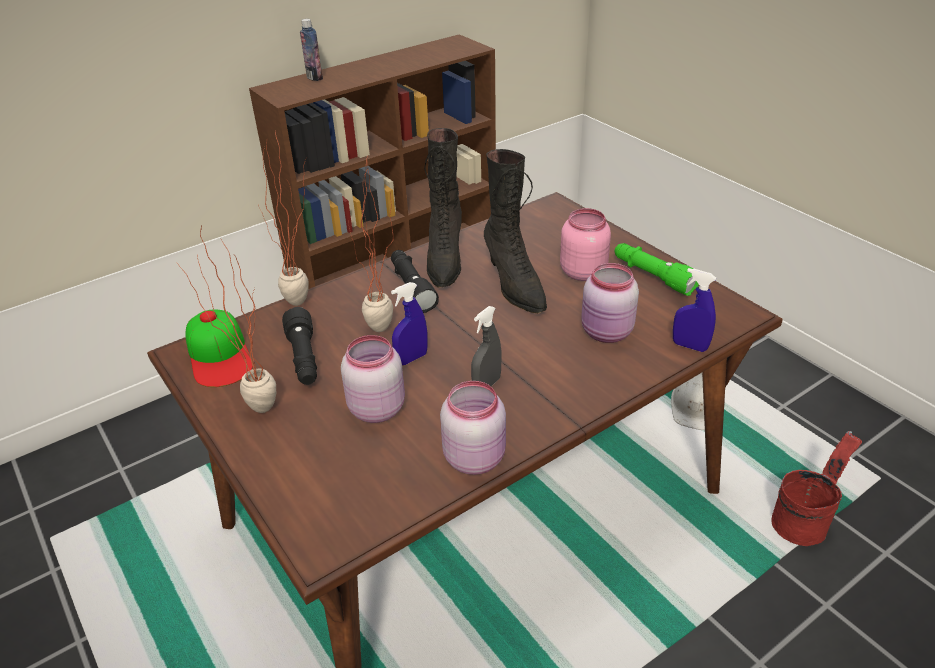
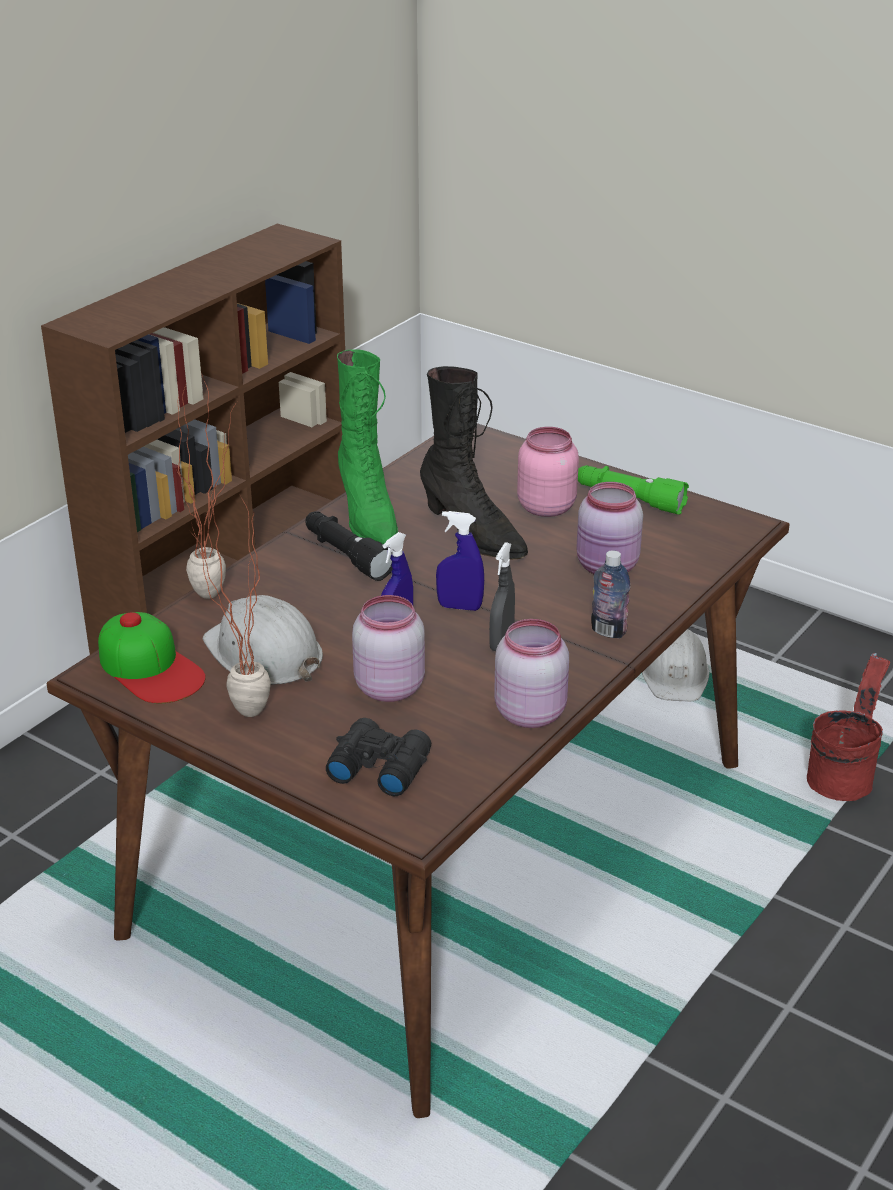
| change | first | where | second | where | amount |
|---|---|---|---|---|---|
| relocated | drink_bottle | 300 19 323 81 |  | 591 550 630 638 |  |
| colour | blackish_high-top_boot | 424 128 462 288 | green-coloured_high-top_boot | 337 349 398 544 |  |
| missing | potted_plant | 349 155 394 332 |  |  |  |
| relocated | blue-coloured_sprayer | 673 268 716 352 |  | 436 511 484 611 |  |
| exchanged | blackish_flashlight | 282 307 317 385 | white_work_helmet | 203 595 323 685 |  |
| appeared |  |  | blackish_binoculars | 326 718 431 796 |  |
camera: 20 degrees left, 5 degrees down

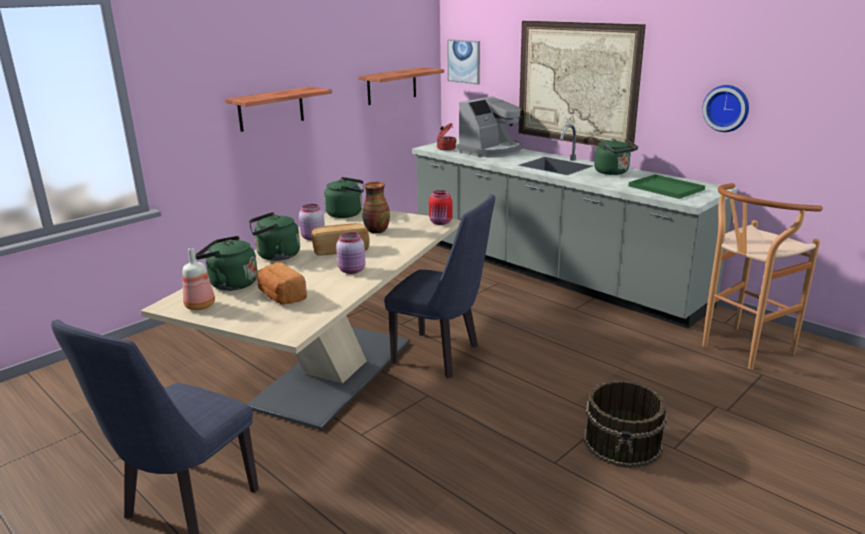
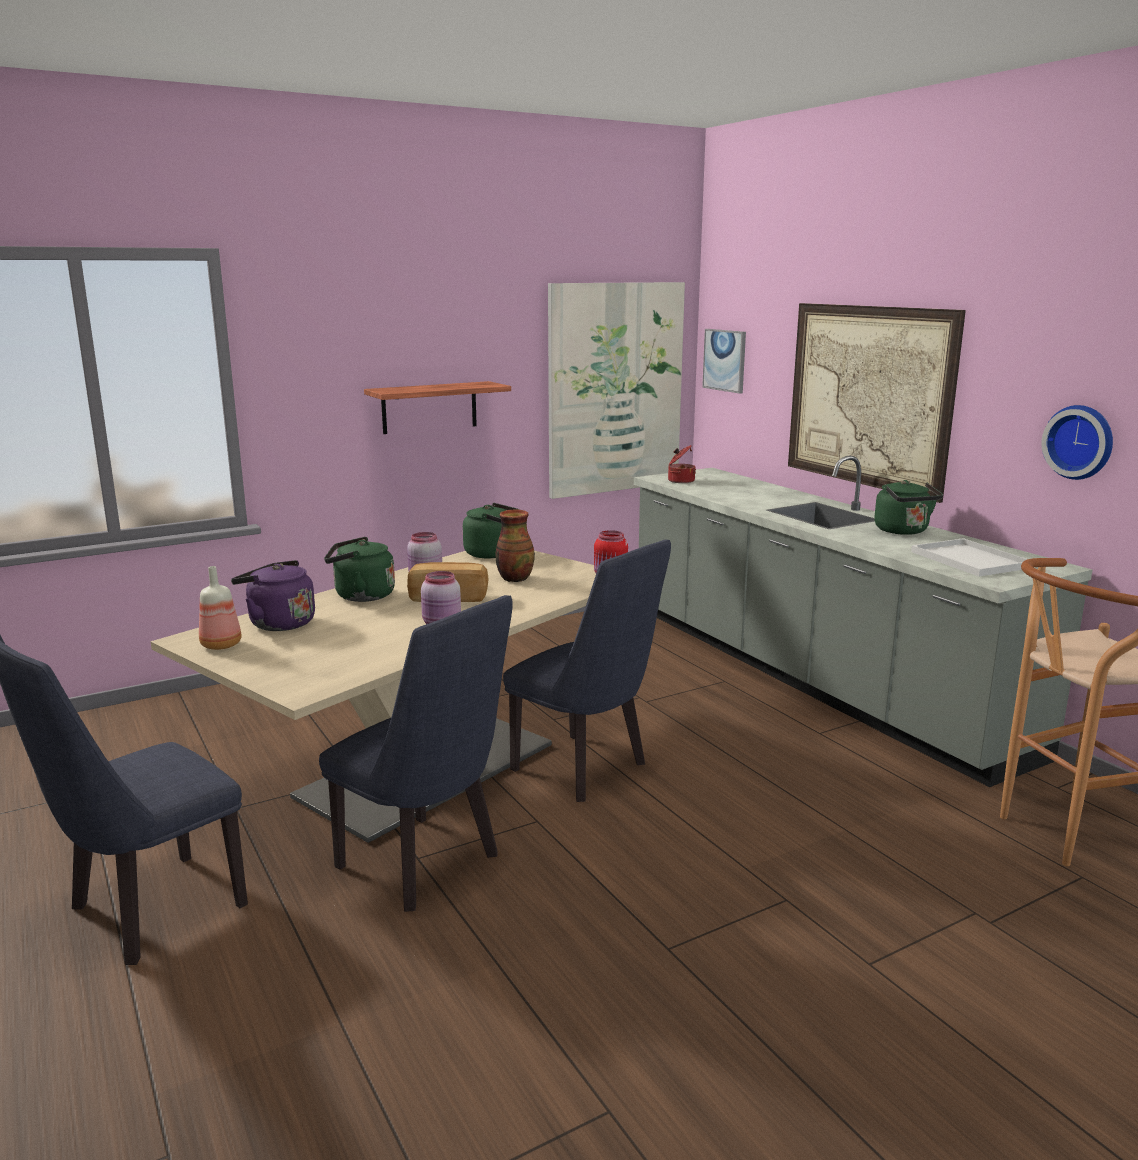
| change | first | where | second | where | amount |
|---|---|---|---|---|---|
| exchanged | wall_shelf | 358 67 444 105 | wall_art | 548 282 685 499 |  |
| missing | coffee_machine | 457 96 523 157 |  |  |  |
| colour | green-coloured_carrying_tray | 629 174 705 199 | white_carrying_tray | 911 538 1027 576 |  |
| colour | green-coloured_tea_kettle | 195 236 258 291 | purple_tea_kettle | 231 560 315 631 |  |
| missing | baked_bread | 256 262 307 304 |  |  |  |
| missing | brown-coloured_water_bucket | 584 380 667 468 |  |  |  |
| appeared |  |  | blue-coloured_upright_chair | 319 595 513 912 |  |
camera: 15 degrees right, 5 degrees down

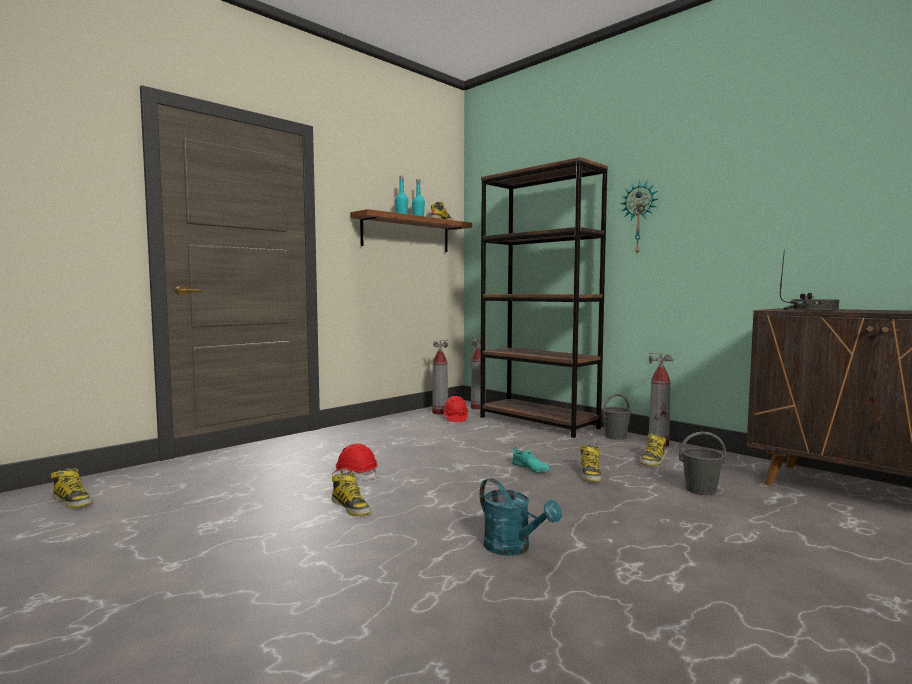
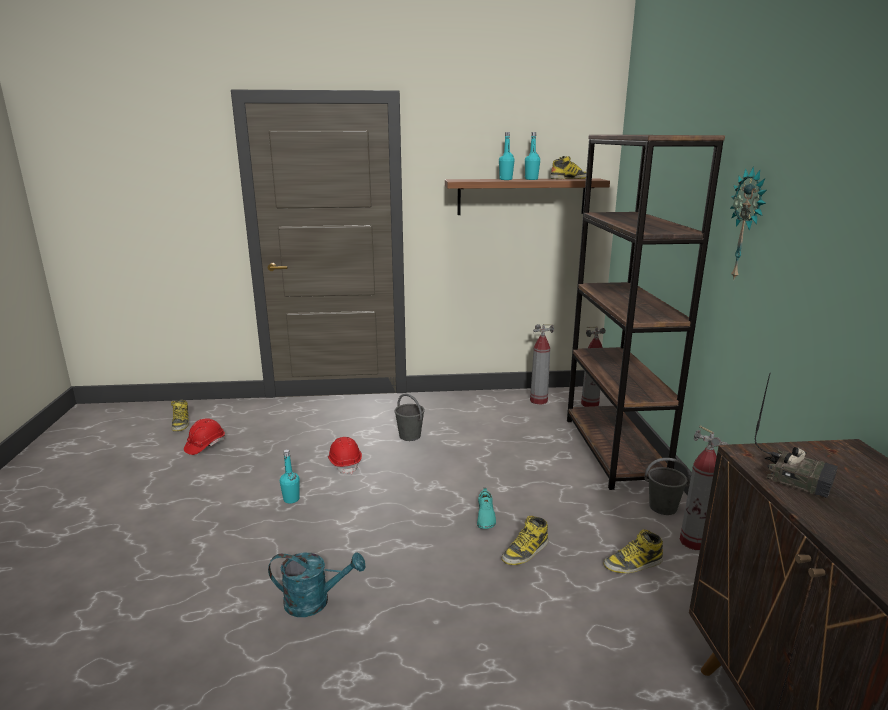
| change | first | where | second | where | amount |
|---|---|---|---|---|---|
| relocated | reddish_work_helmet | 443 396 468 422 |  | 184 418 225 455 |  |
| relocated | greyish_water_bucket | 679 432 726 495 |  | 394 394 425 441 |  |
| exchanged | high-top_boot | 332 472 371 516 | turquoise_drink_bottle | 280 449 300 504 |  |
| spun | turquoise_sprinkling_can | 480 478 562 556 |  | 268 552 365 617 | 90 degrees counterclockwise |
camera: 40 degrees right, 15 degrees up

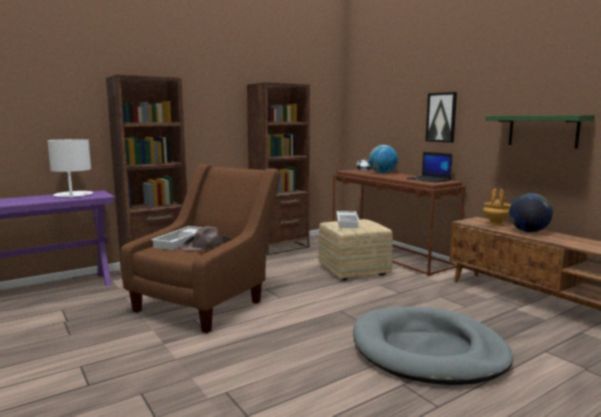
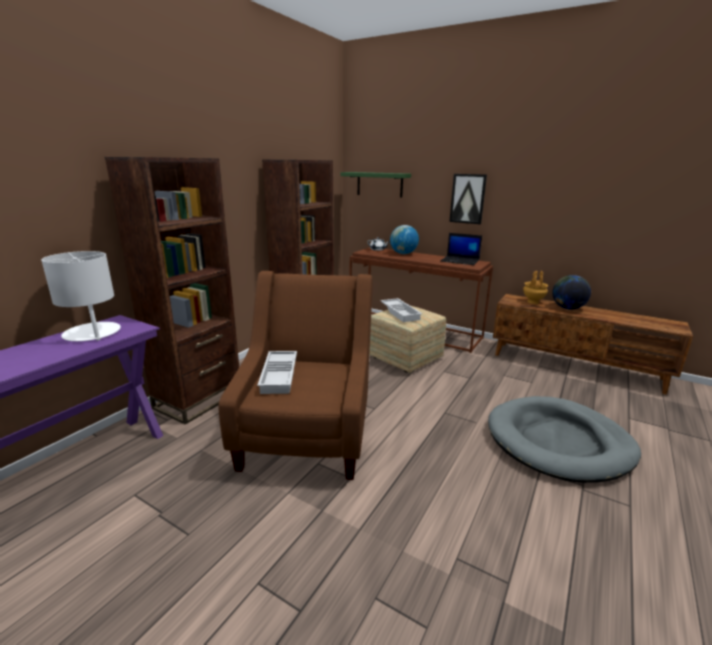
| change | first | where | second | where | amount |
|---|---|---|---|---|---|
| relocated | green-coloured_wall_shelf | 485 115 595 148 |  | 340 172 411 197 |  |
| missing | brown-coloured_clothing_hat | 181 227 231 251 |  |  |  |
camera: 25 degrees left, 10 degrees up

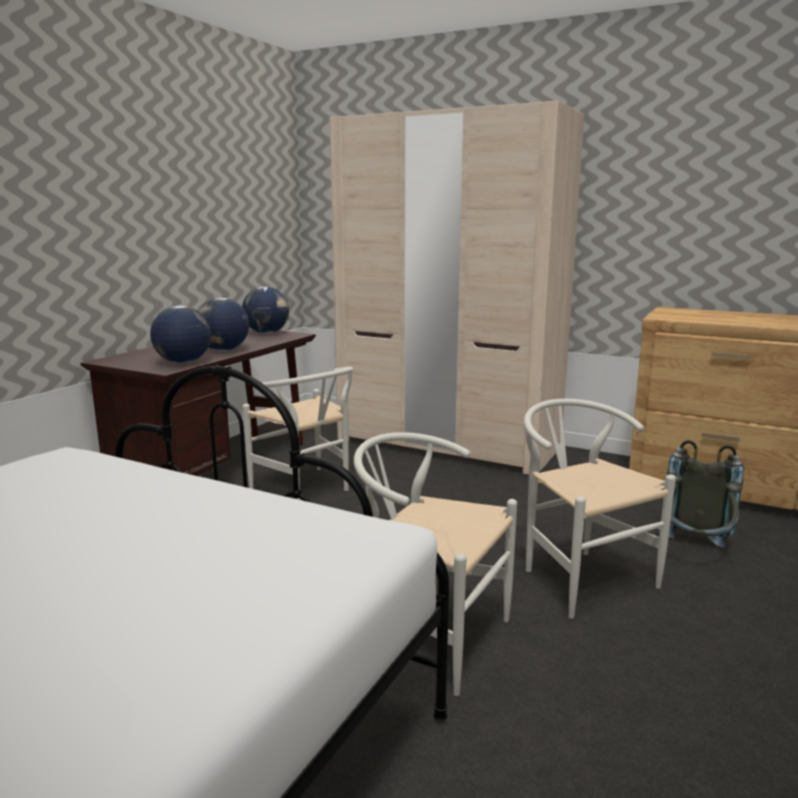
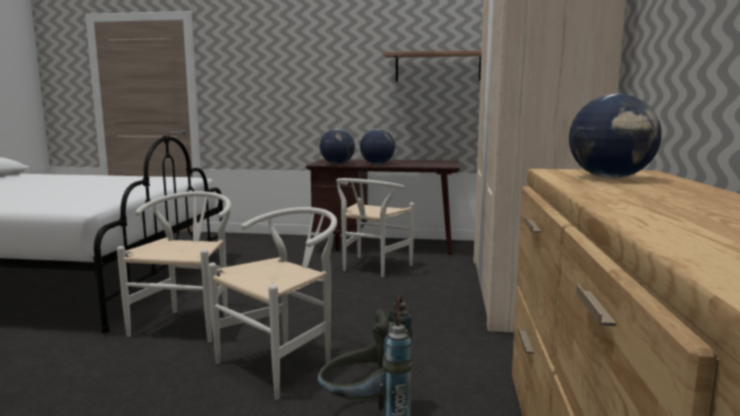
| change | first | where | second | where | amount |
|---|---|---|---|---|---|
| relocated | globe | 242 287 289 334 |  | 569 94 661 179 |  |
| appeared |  |  | wall_shelf | 383 50 481 82 |  |
camera: 70 degrees right, 5 degrees down

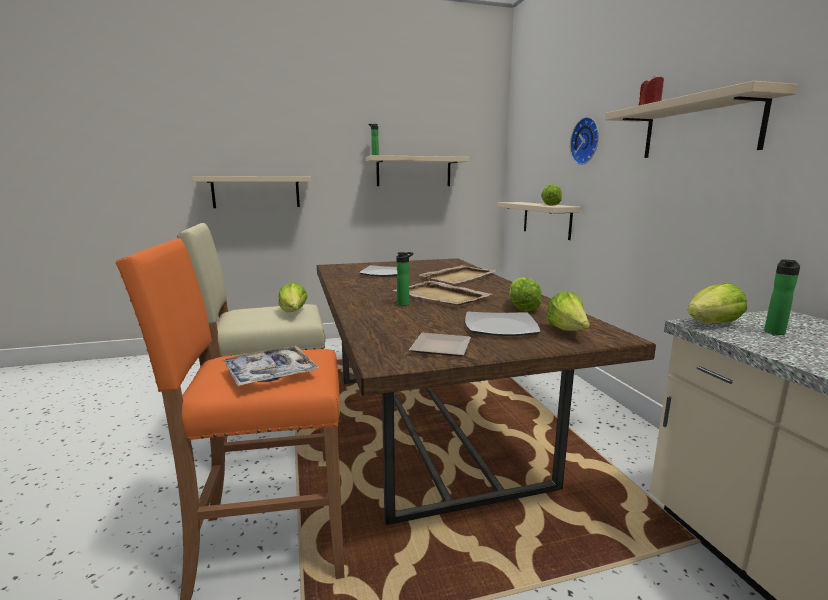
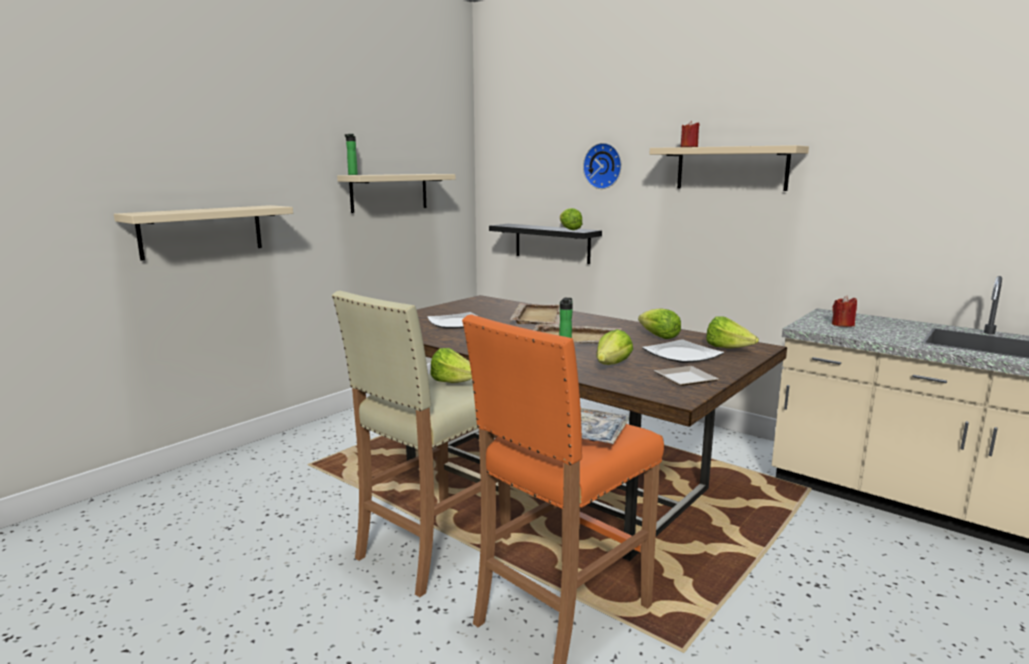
| change | first | where | second | where | amount |
|---|---|---|---|---|---|
| colour | beige_wall_shelf | 497 202 581 240 | blackish_wall_shelf | 489 224 602 264 |  |
| exchanged | drink_bottle | 764 259 800 335 | reddish_wax_light | 832 296 857 327 |  |
| relocated | head_of_lettuce | 688 283 747 323 |  | 597 329 633 365 |  |
camera: 35 degrees left, 0 degrees up

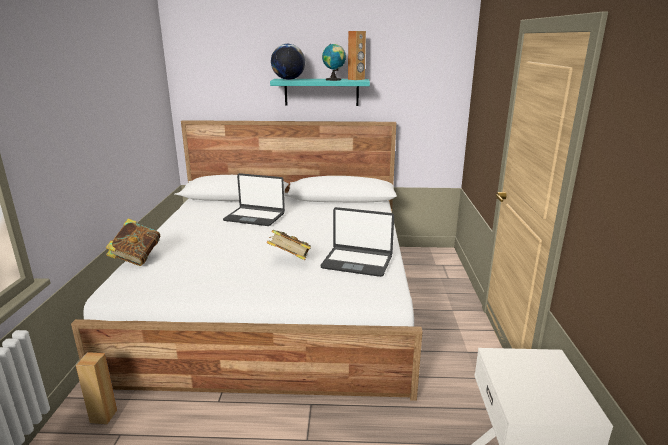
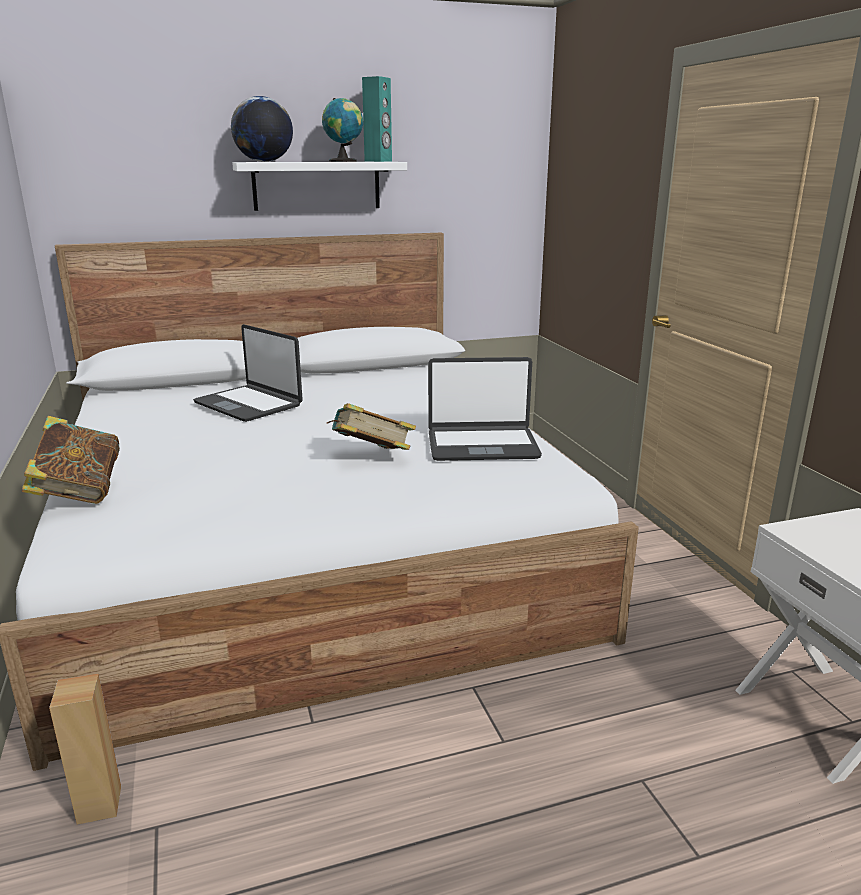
| change | first | where | second | where | amount |
|---|---|---|---|---|---|
| colour | brown-coloured_speaker | 348 31 366 80 | turquoise_speaker | 362 76 392 162 |  |
| colour | turquoise_wall_shelf | 270 79 370 106 | white_wall_shelf | 232 162 407 211 |  |
| spun | portable_computer | 223 173 285 226 |  | 193 324 303 422 | 45 degrees clockwise |
camera: 20 degrees left, 0 degrees up

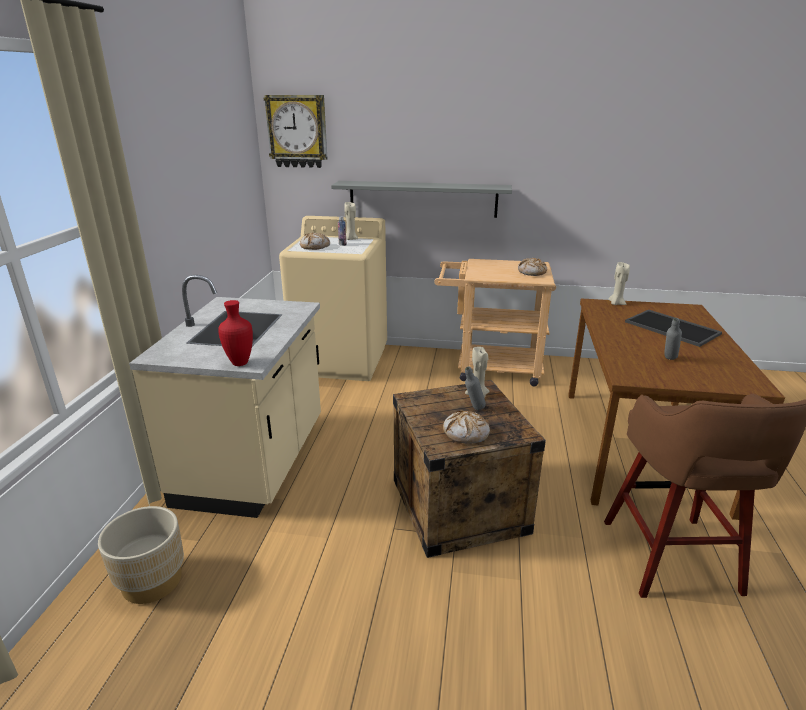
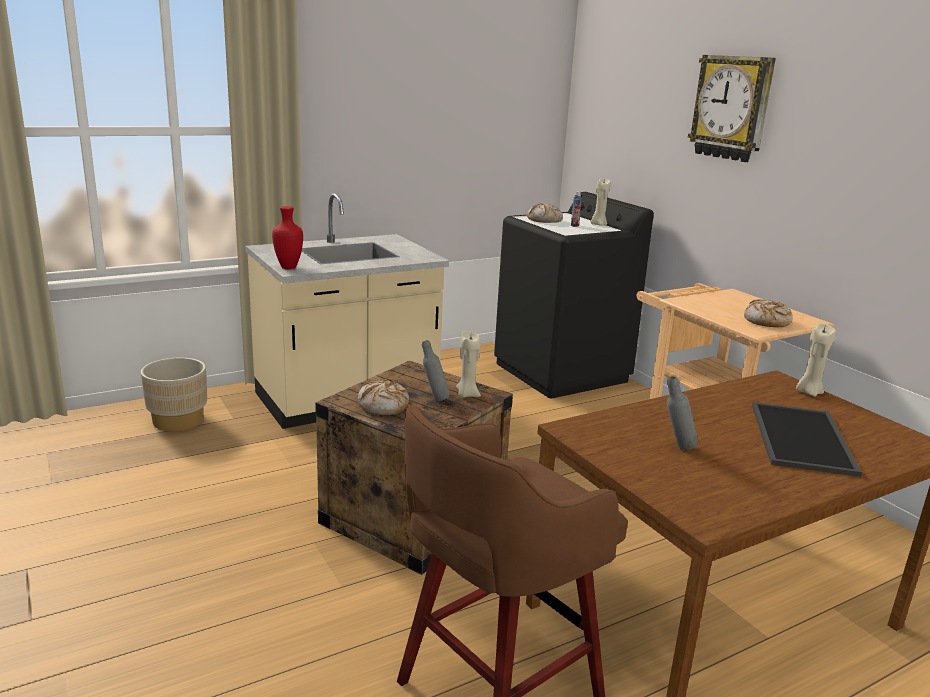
| change | first | where | second | where | amount |
|---|---|---|---|---|---|
| relocated | hanging_clock | 264 95 328 168 |  | 688 55 776 162 |  |
| missing | greyish_wall_shelf | 331 181 512 218 |  |  |  |
| colour | beige_washing_machine | 279 216 387 381 | blackish_washing_machine | 494 192 654 398 |  |
camera: 50 degrees right, 5 degrees down

